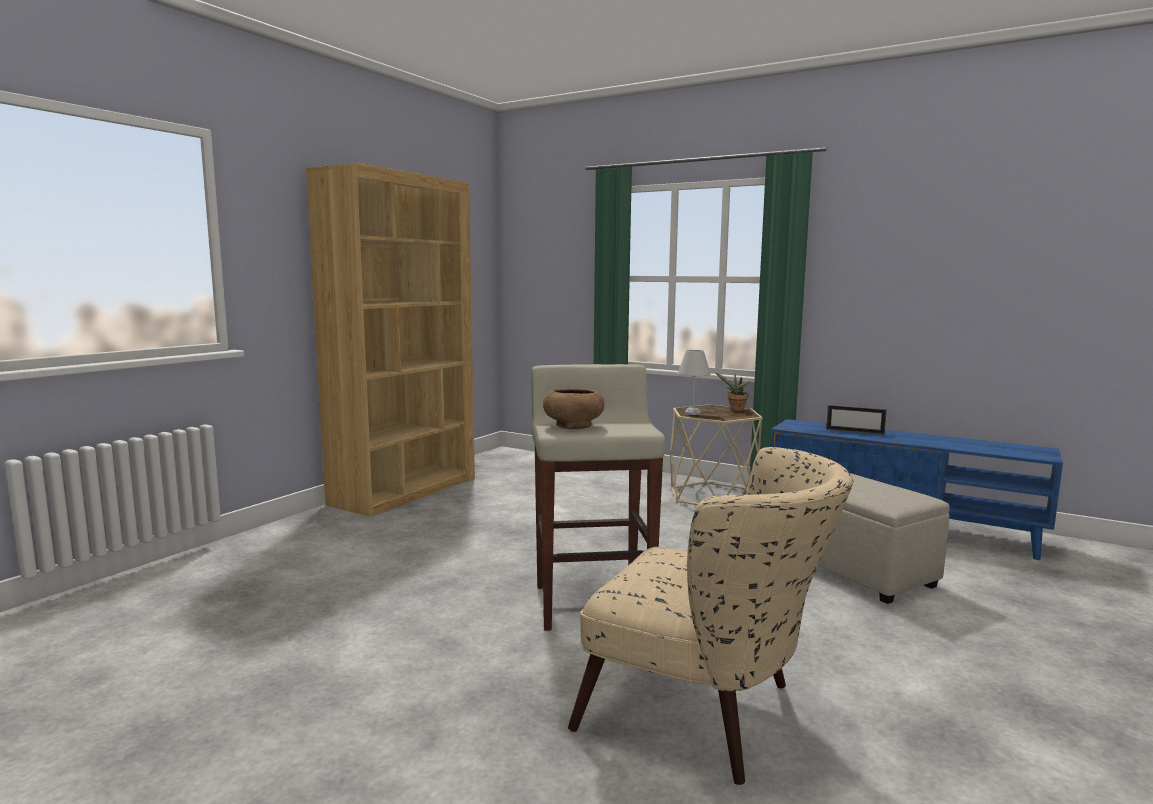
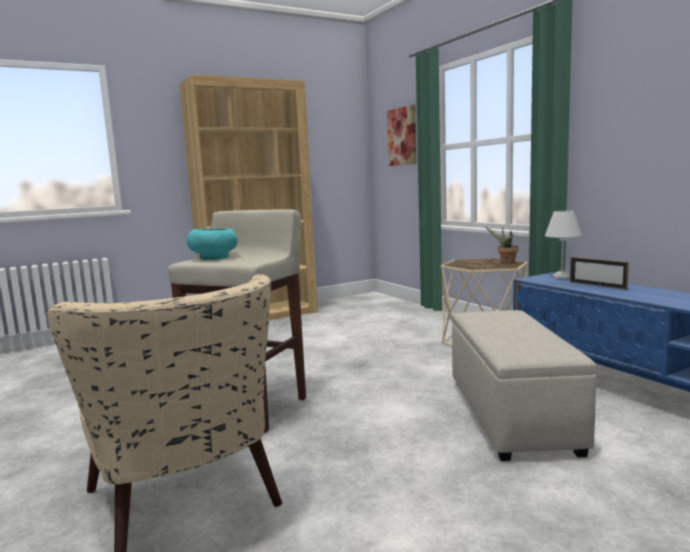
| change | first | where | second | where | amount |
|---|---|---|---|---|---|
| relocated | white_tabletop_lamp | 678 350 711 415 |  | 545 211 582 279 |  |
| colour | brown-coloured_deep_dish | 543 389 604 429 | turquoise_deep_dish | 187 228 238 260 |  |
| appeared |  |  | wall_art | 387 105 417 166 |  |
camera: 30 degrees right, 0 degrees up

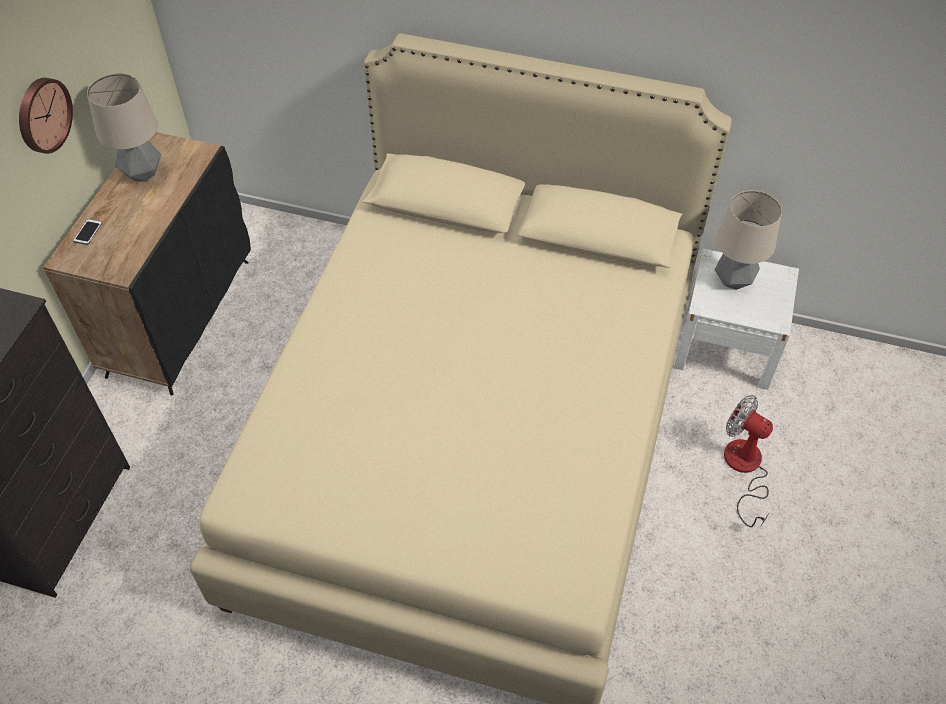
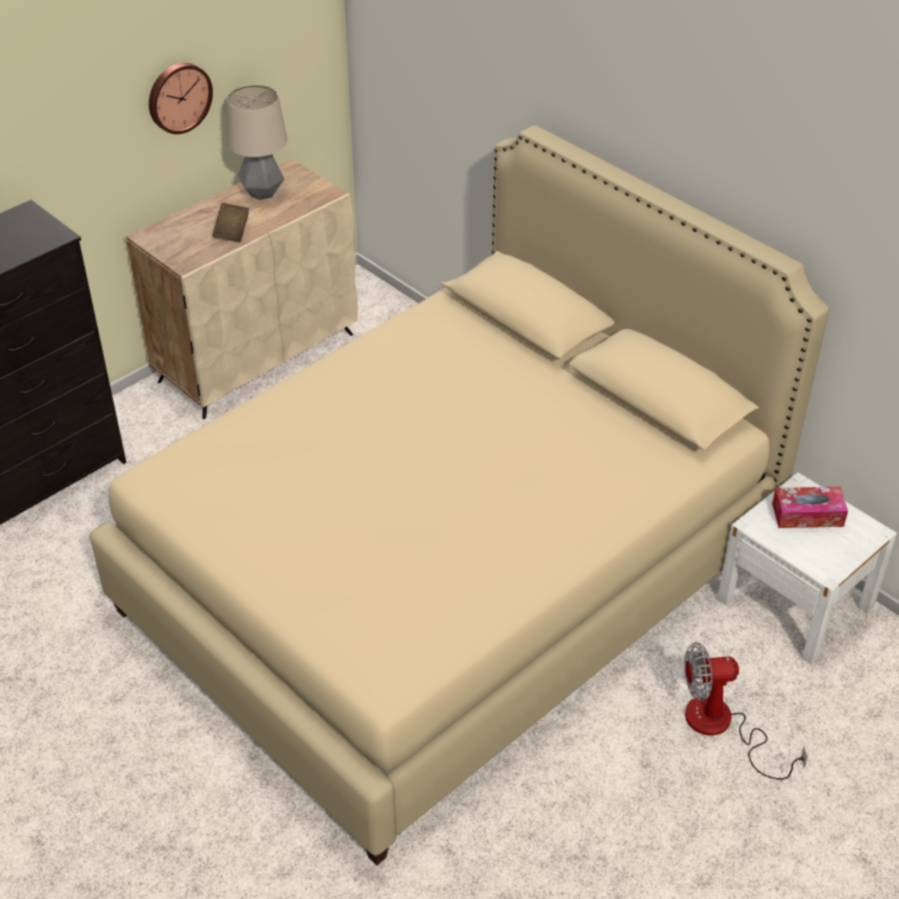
| change | first | where | second | where | amount |
|---|---|---|---|---|---|
| colour | blackish_storage_cabinet | 43 132 251 395 | beige_storage_cabinet | 126 158 358 419 |  |
| exchanged | tabletop_lamp | 714 190 782 290 | tissue_box | 772 487 848 528 |  |
| missing | handset | 73 219 102 245 |  |  |  |
| spun | cooling_fan | 724 395 773 527 |  | 685 642 808 780 | 75 degrees counterclockwise |
| appeared |  |  | brown-coloured_bound_book | 212 203 249 242 |  |
camera: 30 degrees right, 10 degrees down

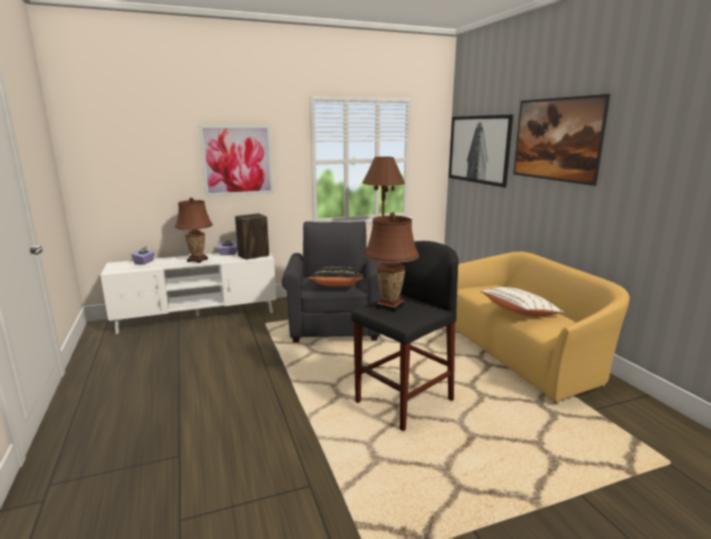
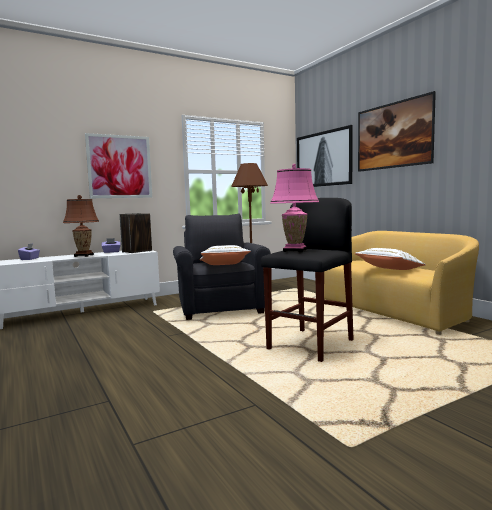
| change | first | where | second | where | amount |
|---|---|---|---|---|---|
| colour | brown-coloured_tabletop_lamp | 364 212 419 312 | pink-coloured_tabletop_lamp | 270 164 319 252 |  |
| colour | blackish_pillow | 308 266 364 286 | white_pillow | 200 245 251 265 |  |
camera: 10 degrees left, 10 degrees down

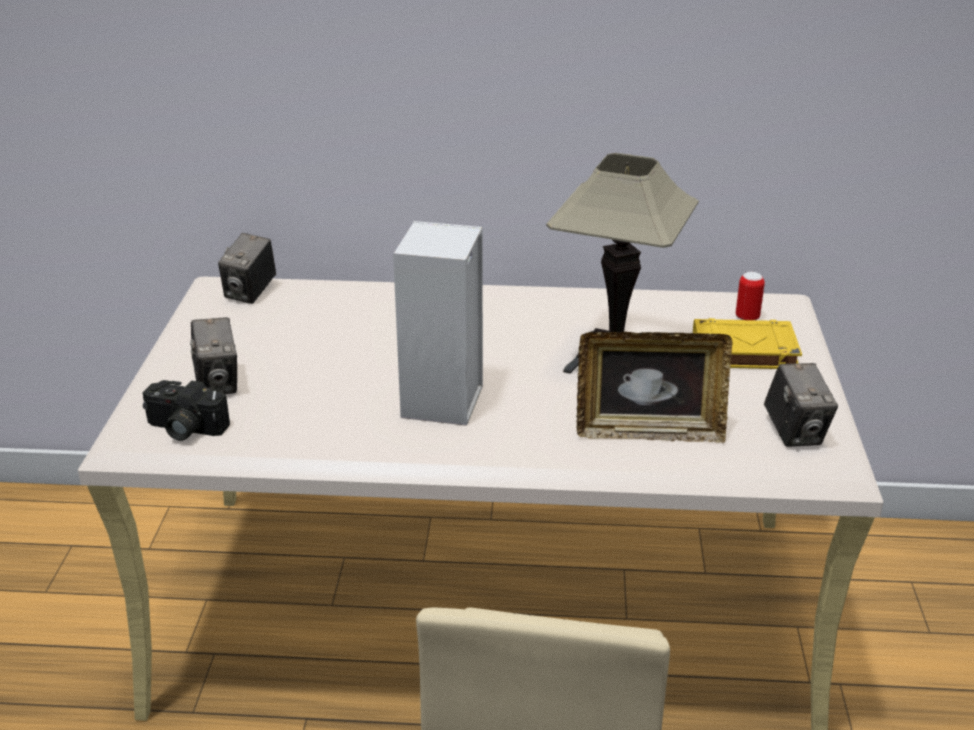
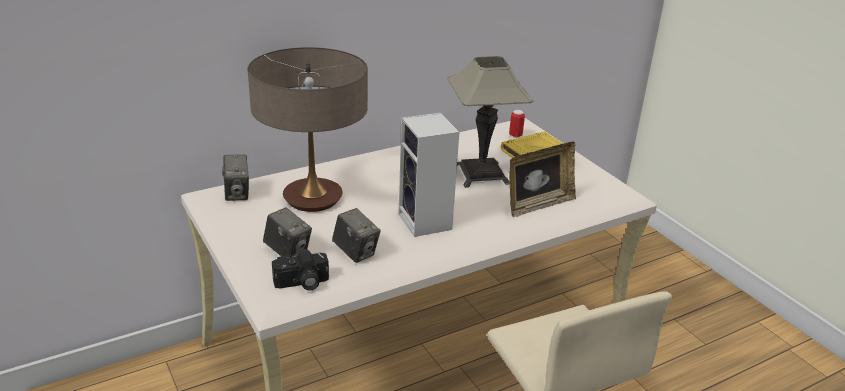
| change | first | where | second | where | amount |
|---|---|---|---|---|---|
| relocated | still_camera | 764 363 838 447 |  | 332 208 381 263 |  |
| appeared |  |  | tabletop_lamp | 248 47 368 212 |  |
camera: 35 degrees left, 0 degrees up

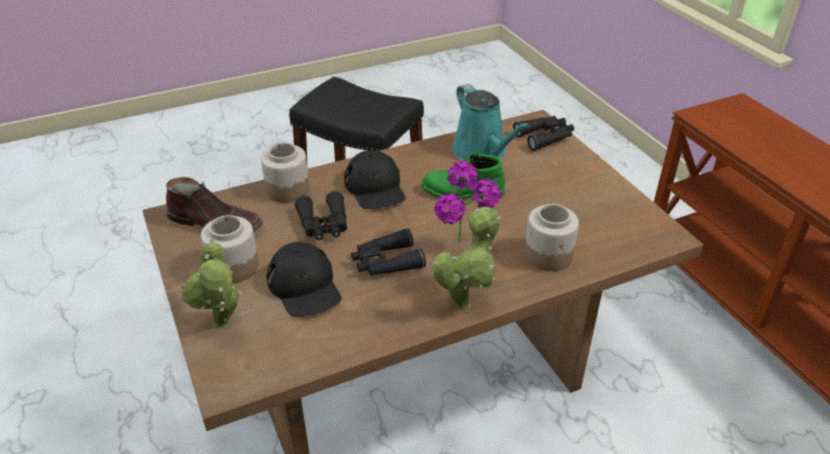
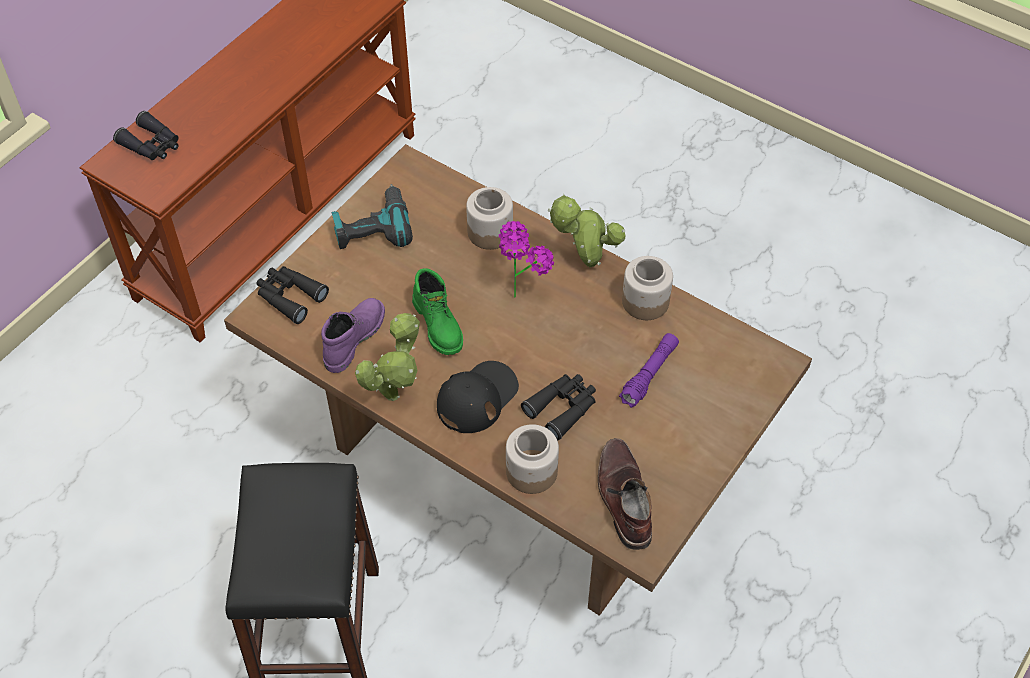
| change | first | where | second | where | amount |
|---|---|---|---|---|---|
| exchanged | turquoise_sprinkling_can | 452 84 530 161 | purple_high-top_boot | 321 298 385 373 |  |
| relocated | preserve_jar | 201 215 259 284 |  | 622 256 673 320 |  |
| relocated | blackish_binoculars | 351 228 426 276 |  | 113 111 179 160 |  |
| relocated | potted_plant | 181 239 242 327 |  | 355 313 420 401 |  |
| exchanged | blackish_peaked_cap | 267 242 341 317 | purple_flashlight | 619 333 679 408 |  |
| appeared |  |  | electric_drill | 331 184 413 249 |  |
camera: 120 degrees left, 15 degrees up

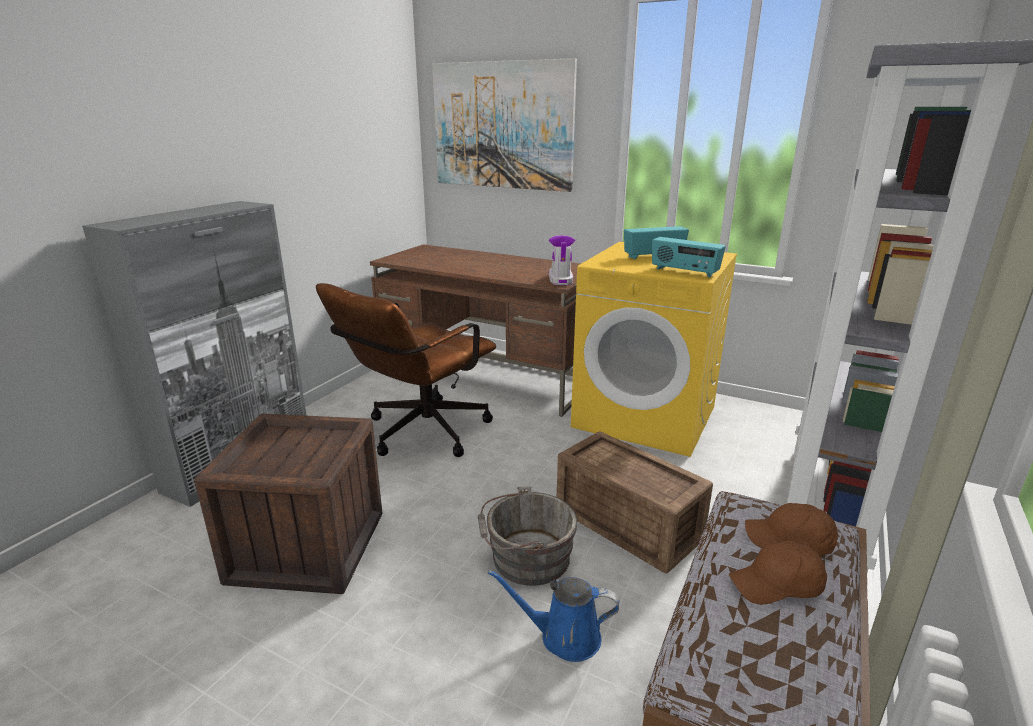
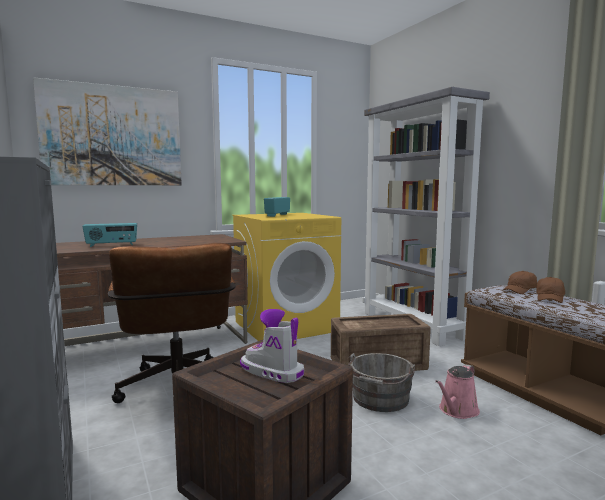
| change | first | where | second | where | amount |
|---|---|---|---|---|---|
| relocated | high-top_boot | 548 235 575 285 |  | 240 309 304 383 |  |
| relocated | radio_receiver | 652 237 726 278 |  | 82 223 137 247 |  |
| colour | blue-coloured_sprinkling_can | 488 570 619 662 | pink-coloured_sprinkling_can | 435 364 480 419 |  |
camera: 55 degrees left, 15 degrees down

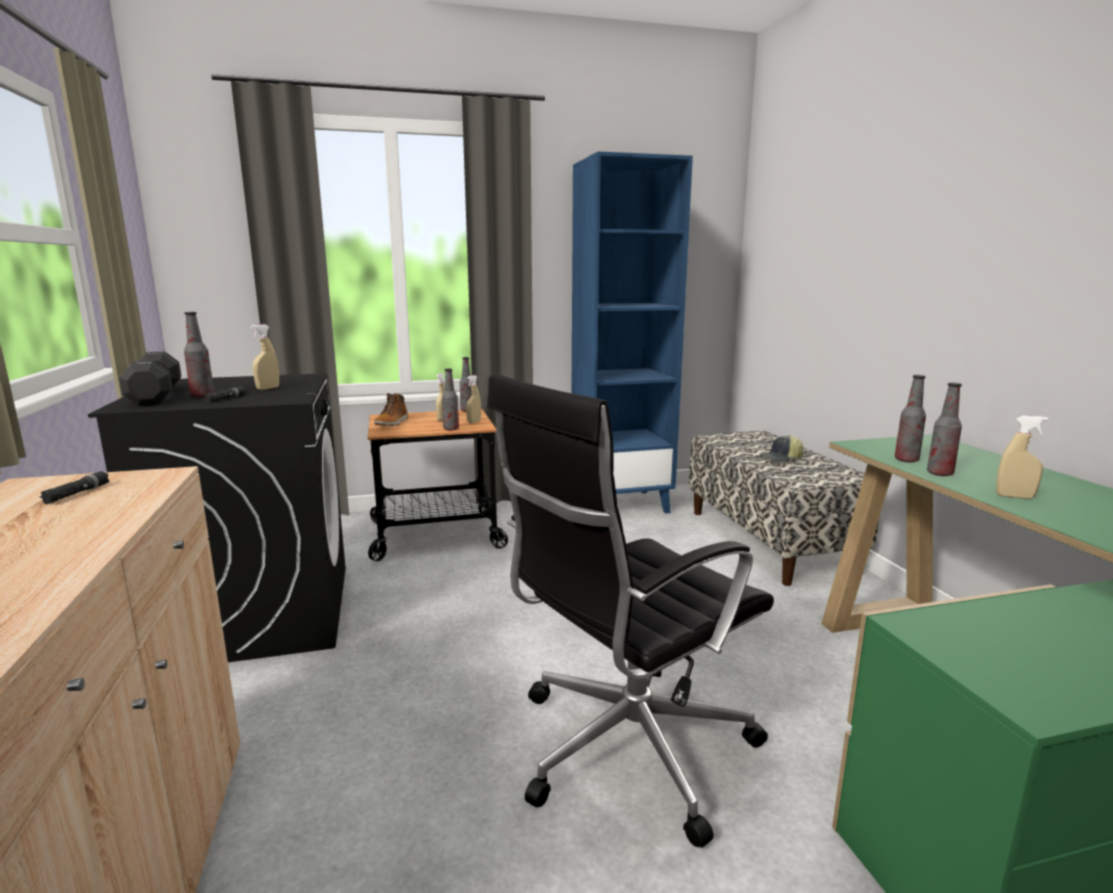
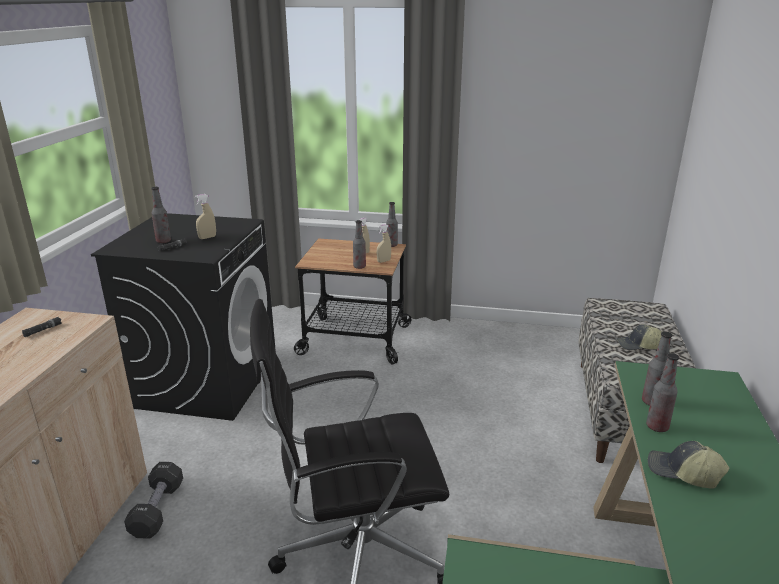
| change | first | where | second | where | amount |
|---|---|---|---|---|---|
| missing | blue-coloured_bookcase | 572 151 693 514 |  |  |  |
| relocated | blackish_dumbbell | 119 351 182 406 |  | 124 462 183 539 |  |
| missing | high-top_boot | 374 393 408 426 |  |  |  |
| exchanged | beige_sprayer | 996 416 1048 499 | peaked_cap | 648 441 729 489 |  |
camera: 25 degrees right, 10 degrees up

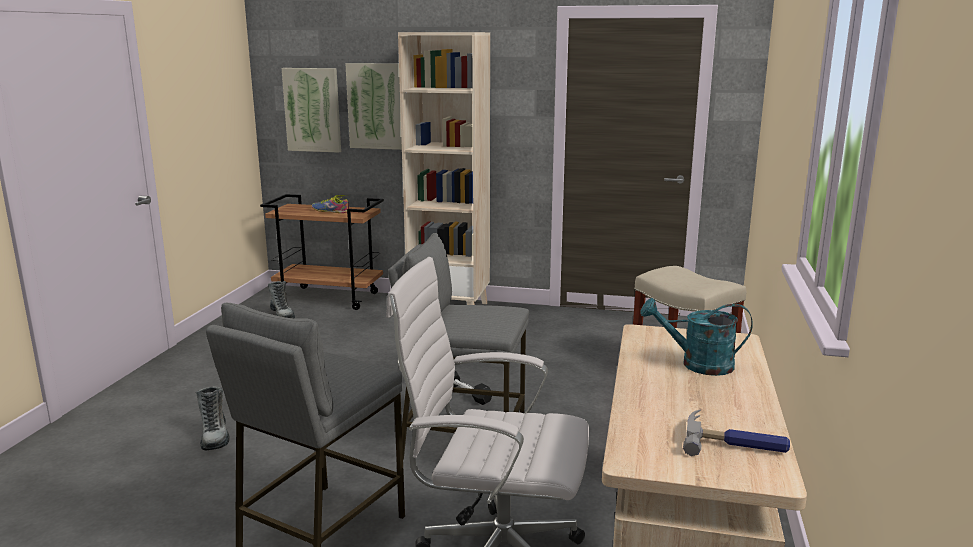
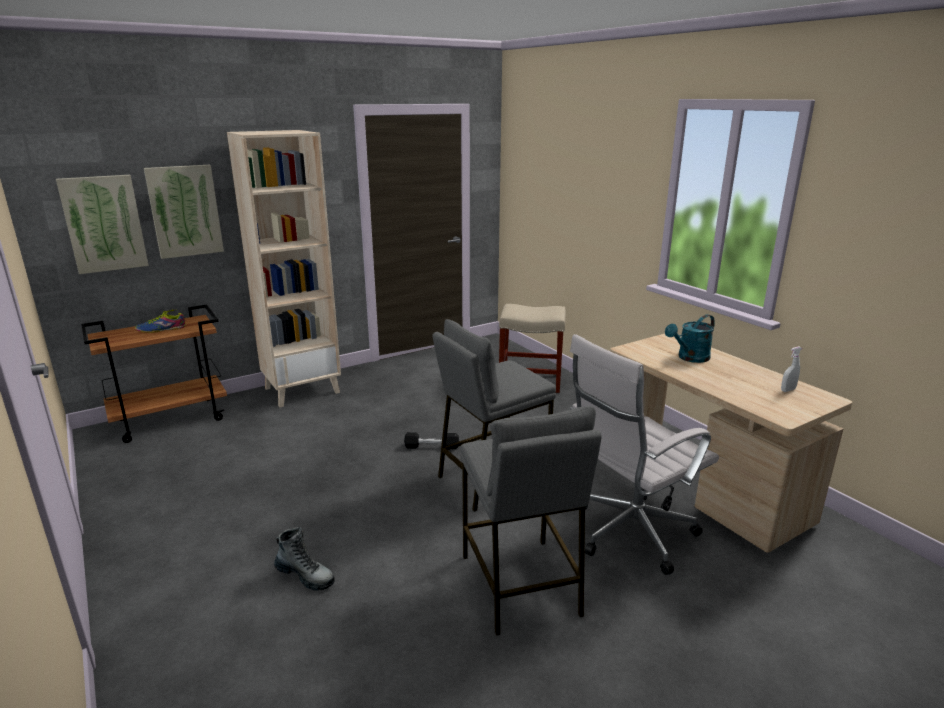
| change | first | where | second | where | amount |
|---|---|---|---|---|---|
| missing | high-top_boot | 268 281 295 318 |  |  |  |
| exchanged | tool_hammer | 683 410 790 456 | white_sprayer | 781 347 802 392 |  |
camera: 45 degrees left, 5 degrees up

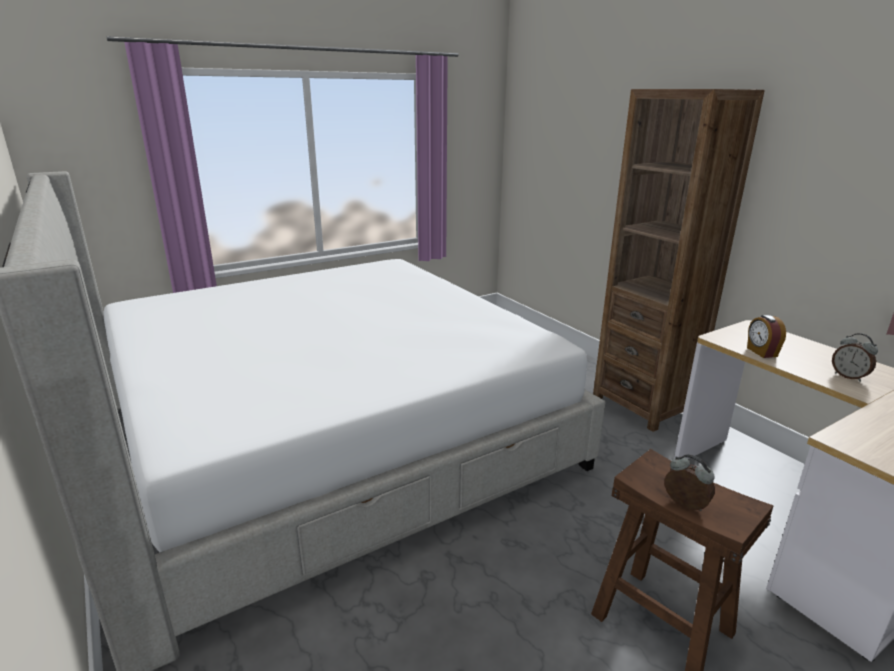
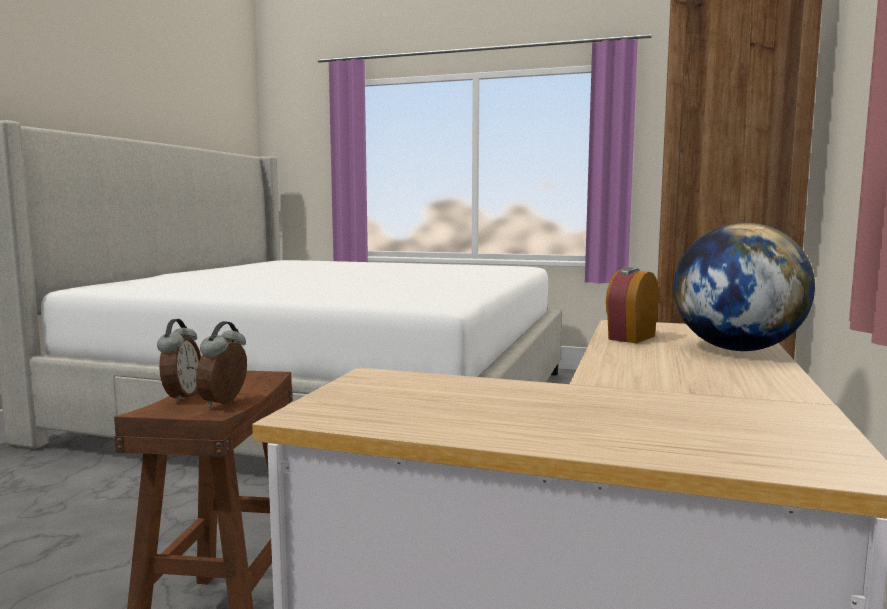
| change | first | where | second | where | amount |
|---|---|---|---|---|---|
| relocated | alarm_clock | 832 333 878 382 |  | 196 321 247 408 |  |
| appeared |  |  | globe | 674 223 815 351 |  |
camera: 50 degrees right, 15 degrees down

